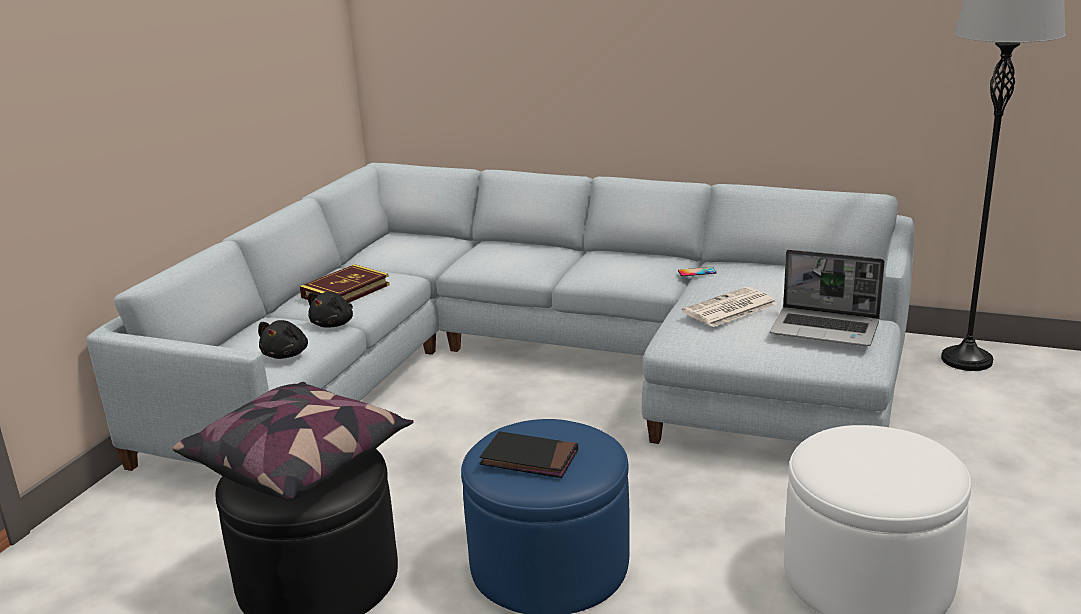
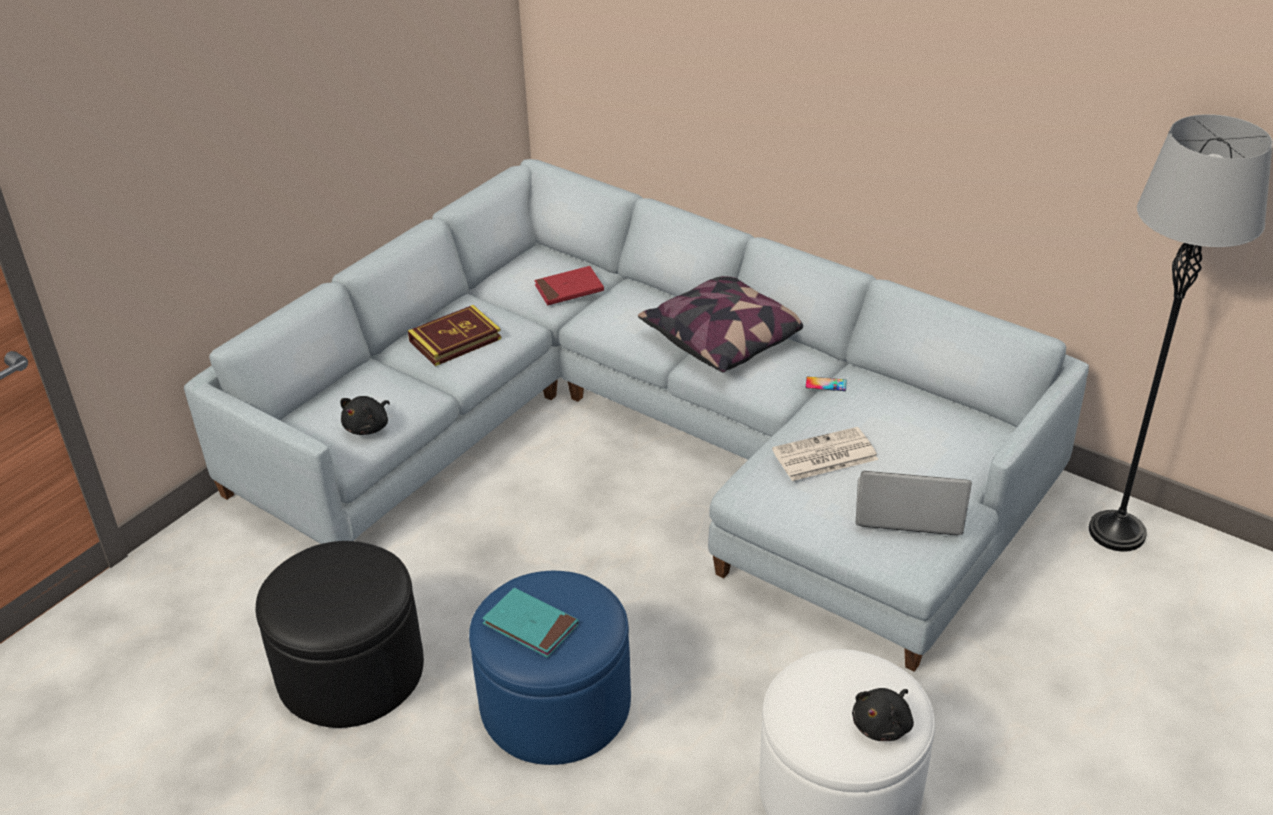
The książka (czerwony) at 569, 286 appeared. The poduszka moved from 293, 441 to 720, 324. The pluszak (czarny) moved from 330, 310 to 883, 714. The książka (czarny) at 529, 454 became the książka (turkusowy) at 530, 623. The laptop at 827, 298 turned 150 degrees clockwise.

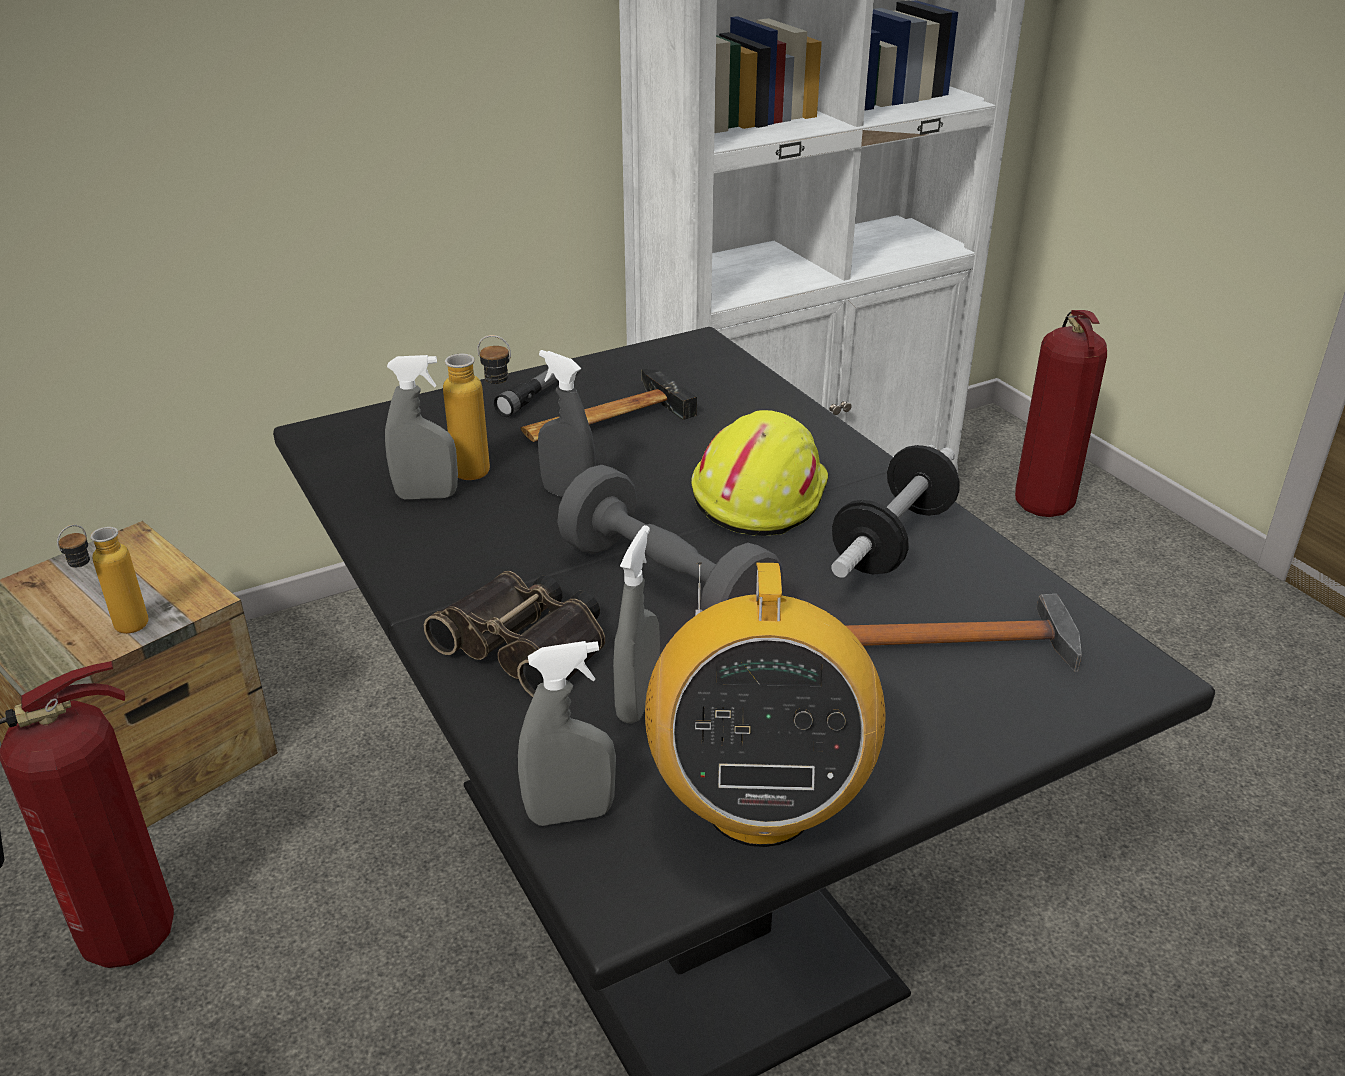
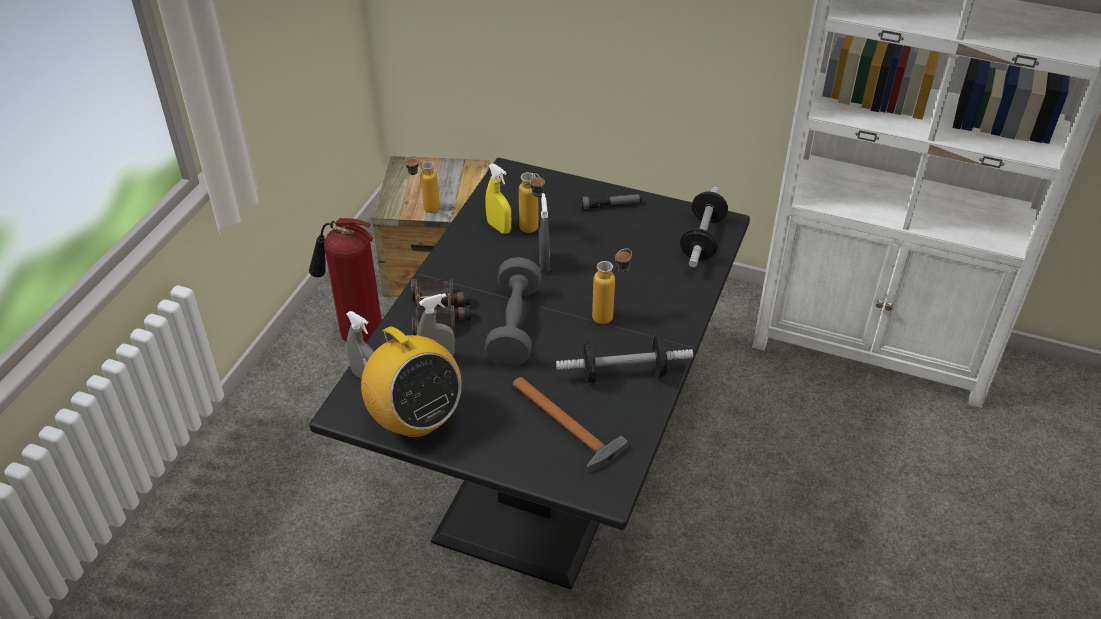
The młotek at 609, 405 disappeared. The gaśnica at 1061, 413 disappeared. The hantel at 704, 227 appeared. The kask (żółty) at 759, 473 was replaced by the butelka at 612, 286. The spryskiwacz (szary) at 421, 427 became the spryskiwacz (żółty) at 498, 198. The radio at 765, 705 turned 90 degrees counterclockwise.

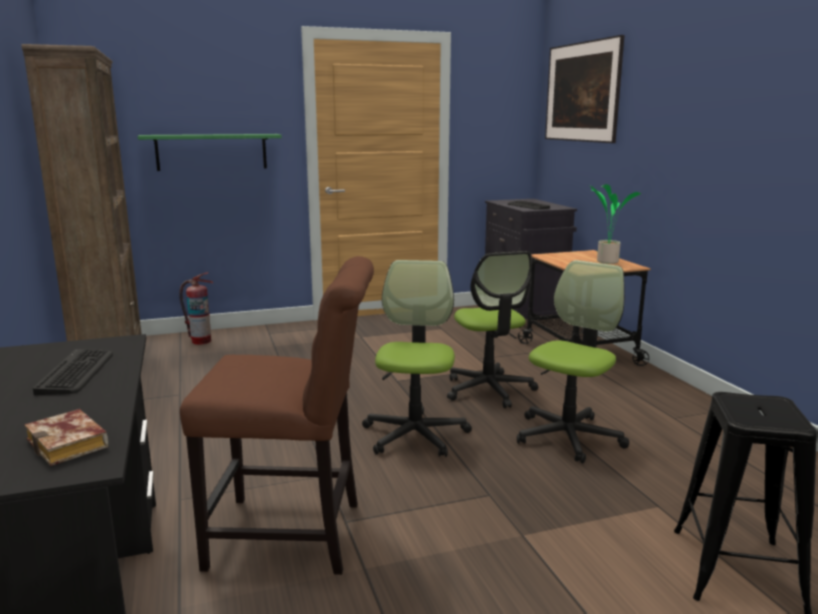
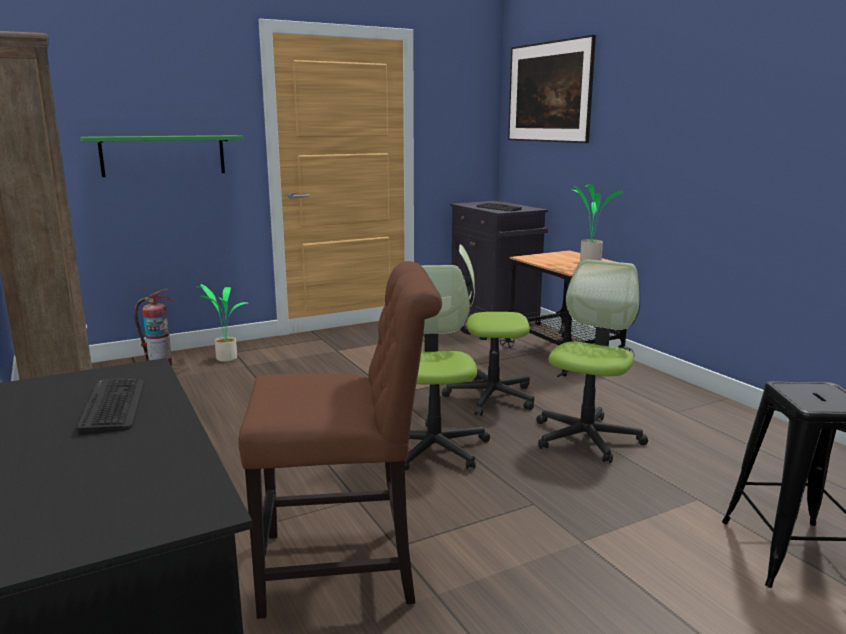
The książka at 66, 437 disappeared. The roślina doniczkowa at 221, 323 appeared. The krzesło biurowe at 492, 329 turned 120 degrees clockwise.

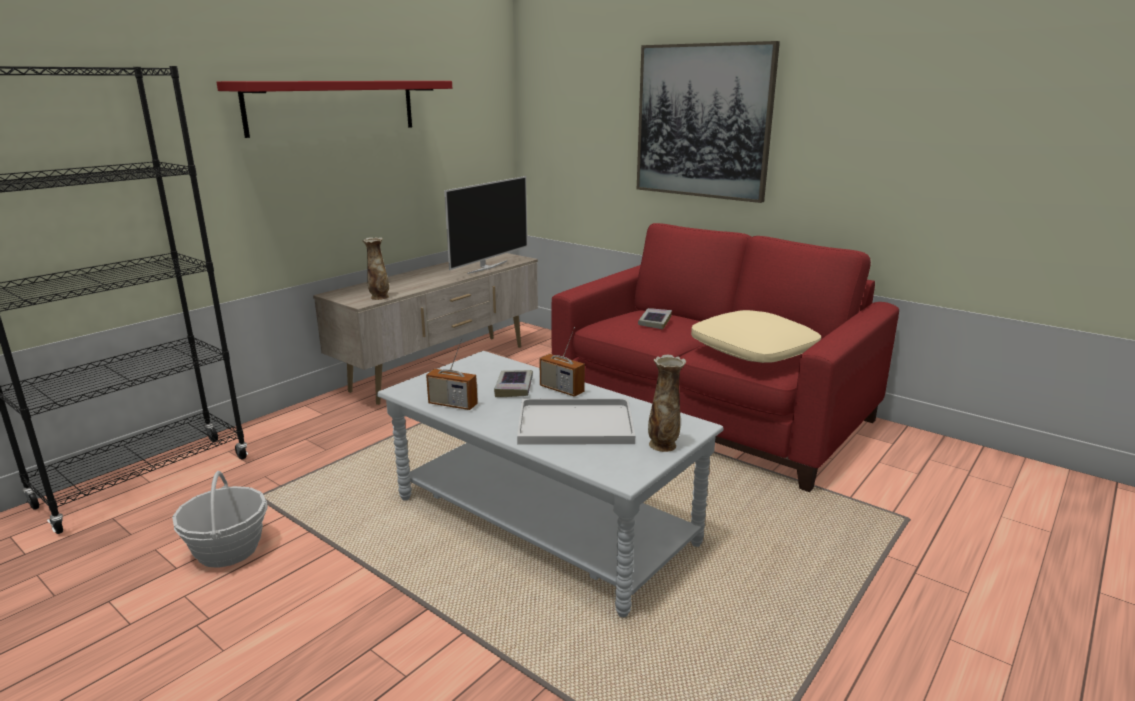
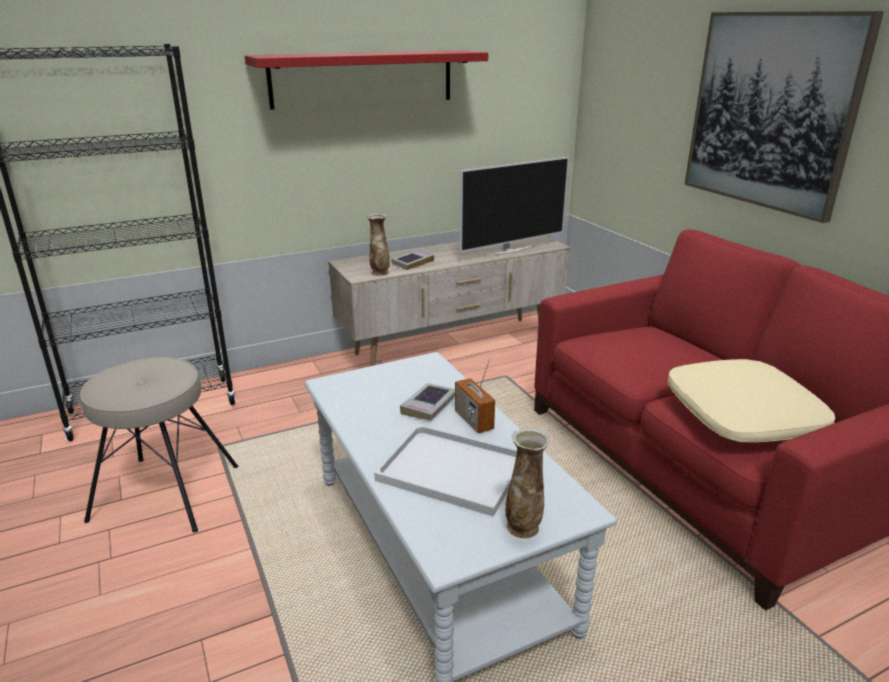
The radio at 452, 374 disappeared. The książka moved from 655, 318 to 412, 260. The koszyk at 220, 519 was replaced by the stołek (beżowy) at 159, 444.

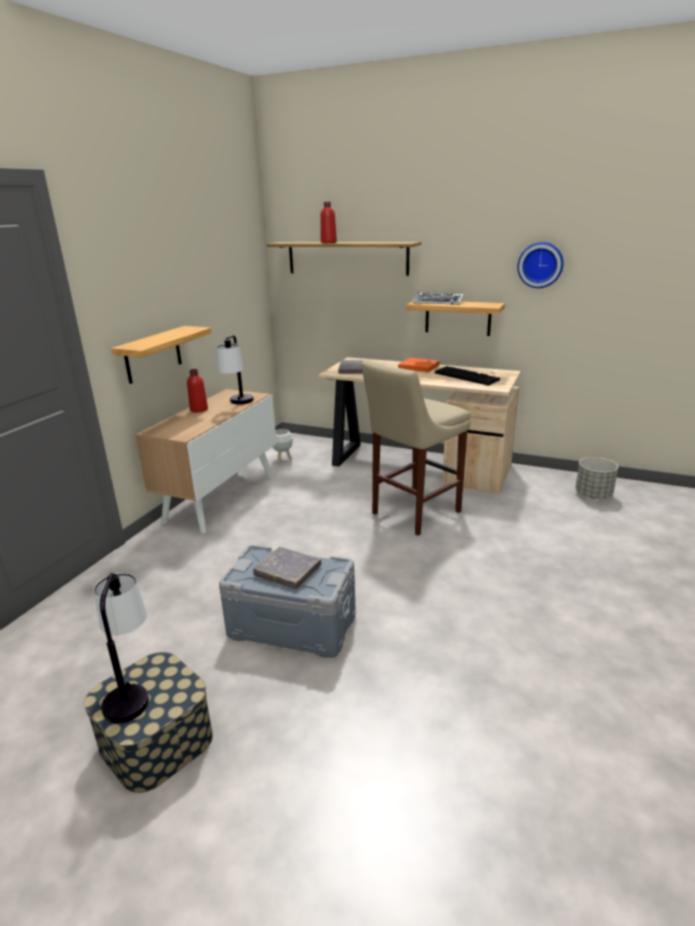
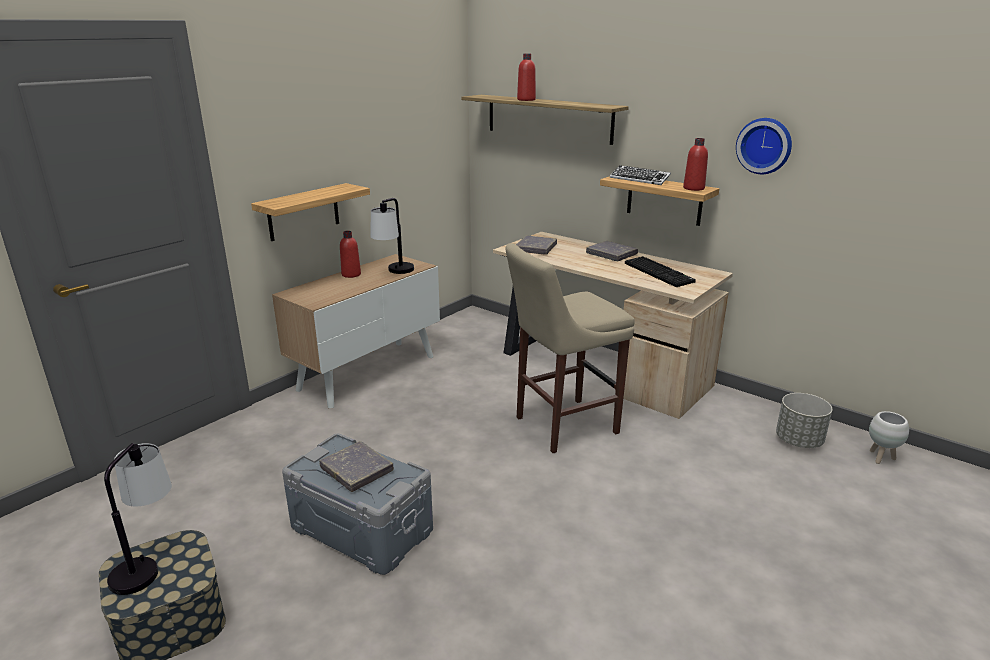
The butelka (czerwony) at 695, 164 appeared. The donica (biały) moved from 283, 446 to 889, 437. The książka (pomarańczowy) at 419, 365 became the książka (szary) at 612, 251.

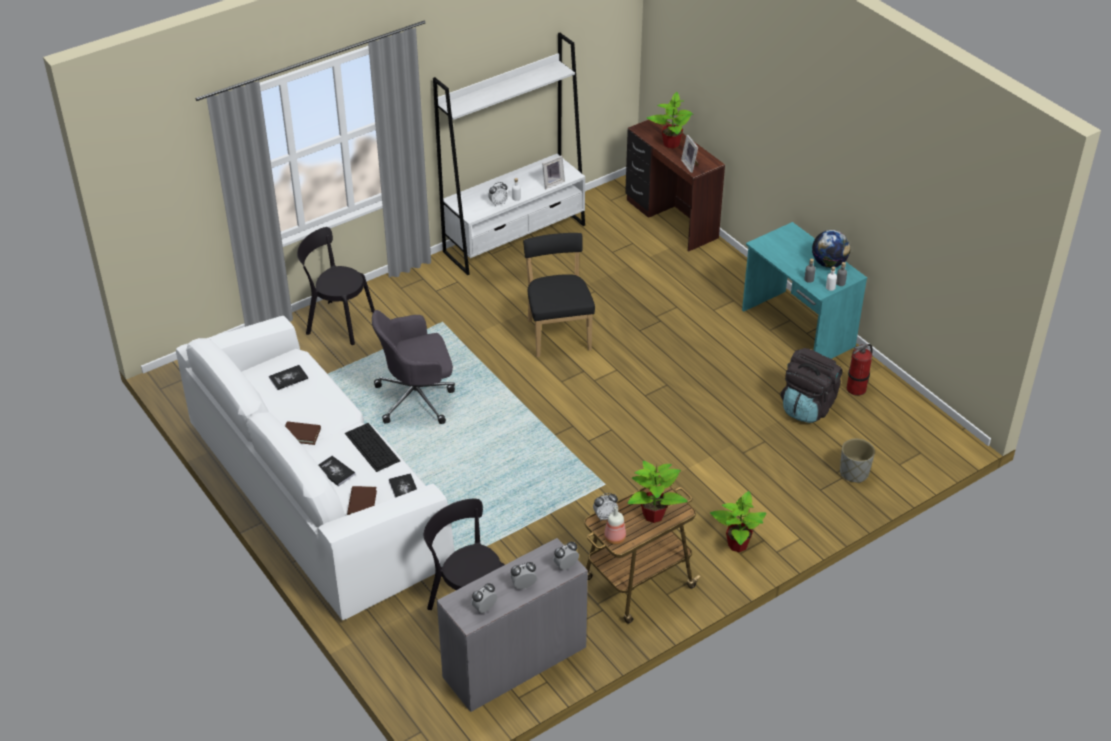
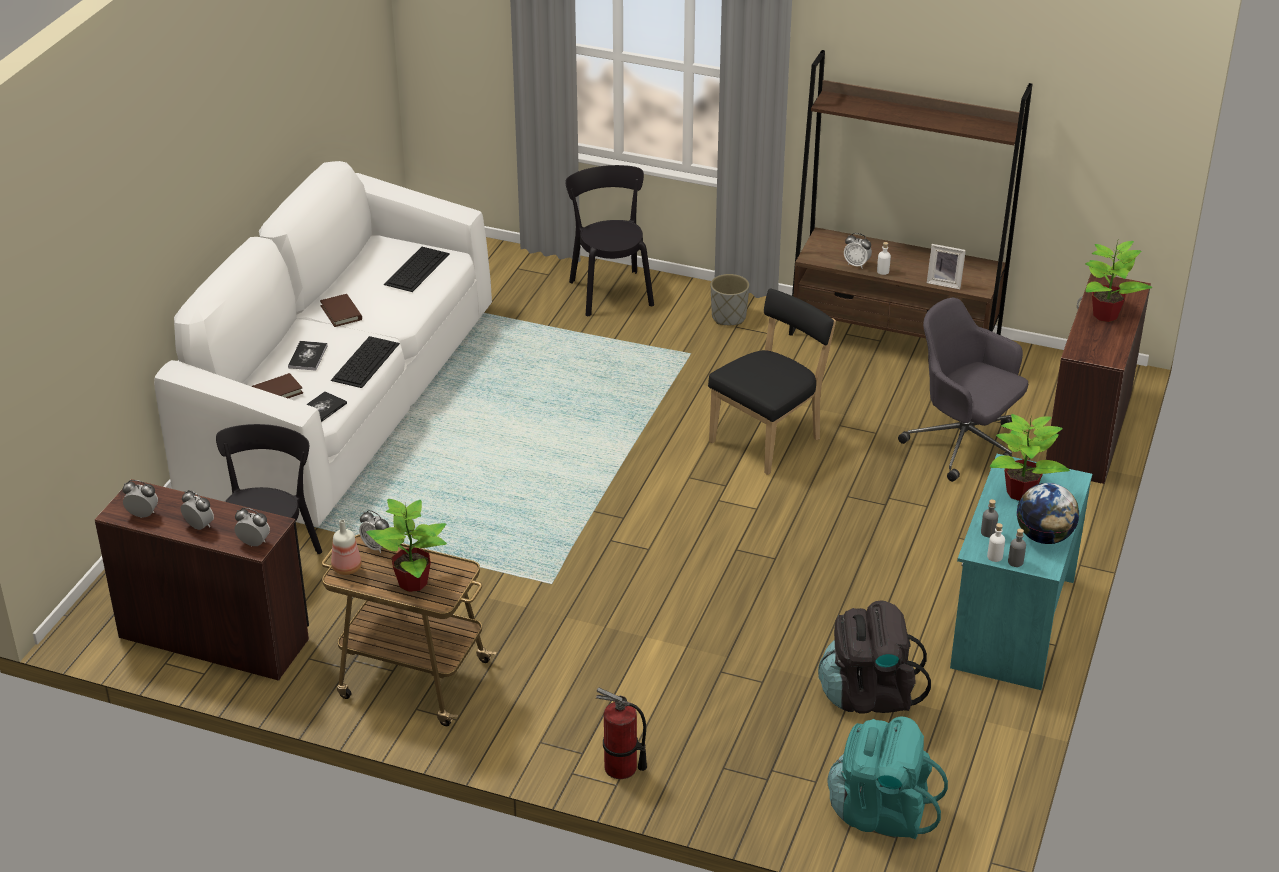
The ramka na zdjęcie at 689, 154 disappeared. The plecak (turkusowy) at 888, 778 appeared. The krzesło biurowe (szary) moved from 413, 367 to 963, 389. The roślina doniczkowa moved from 738, 521 to 1030, 457. The donica (szary) moved from 857, 461 to 730, 299. The gaśnica moved from 860, 370 to 621, 733. The książka at 288, 377 was replaced by the klawiatura at 417, 269. The regał (biały) at 509, 154 became the regał (brązowy) at 911, 194. The biurko (szary) at 512, 625 became the biurko (brązowy) at 201, 580.

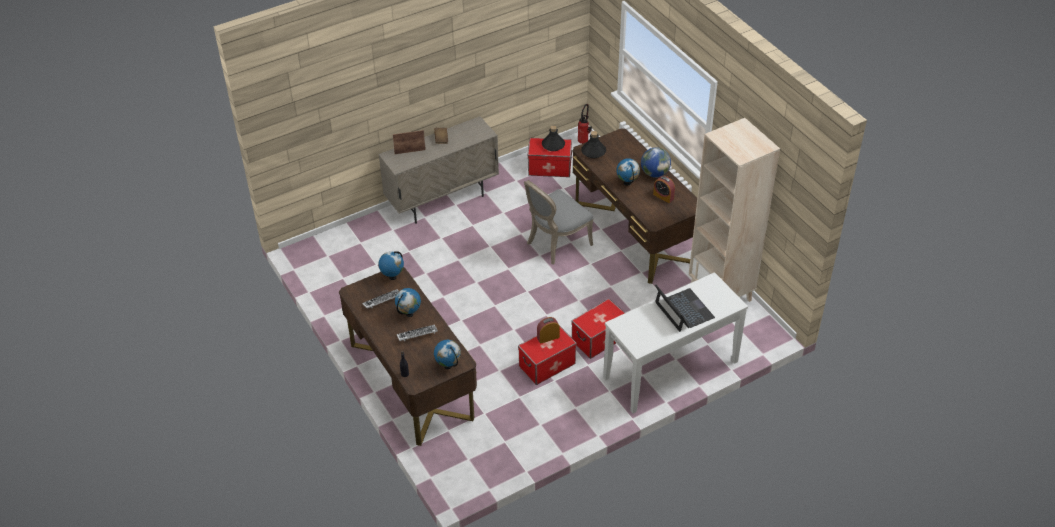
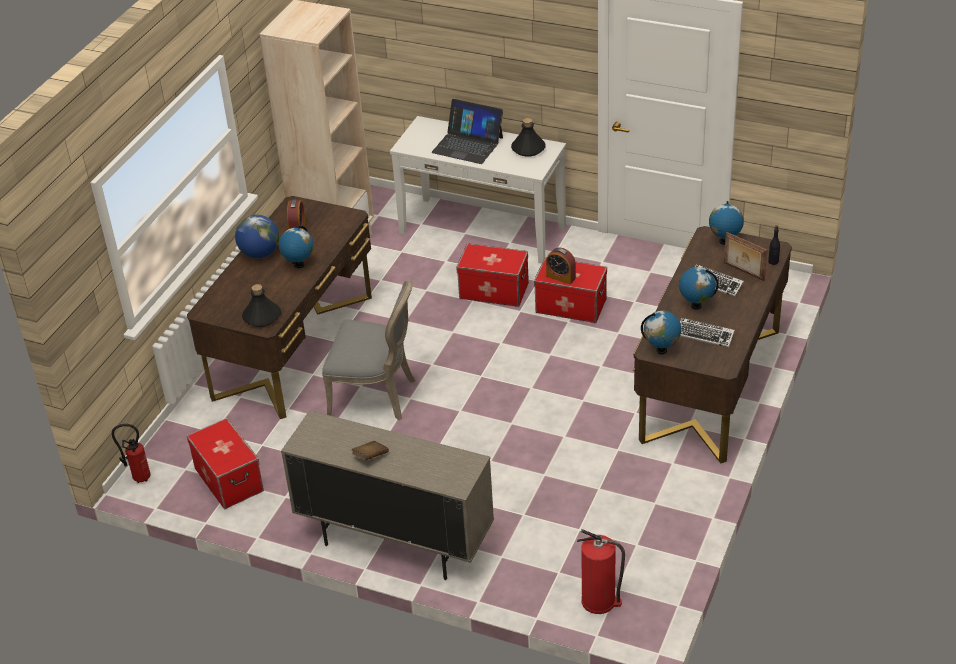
The gaśnica at 601, 571 appeared. The ramka na zdjęcie moved from 409, 142 to 745, 256. The butelka (czarny) moved from 553, 138 to 528, 137. The laptop at 685, 308 turned 90 degrees counterclockwise.

